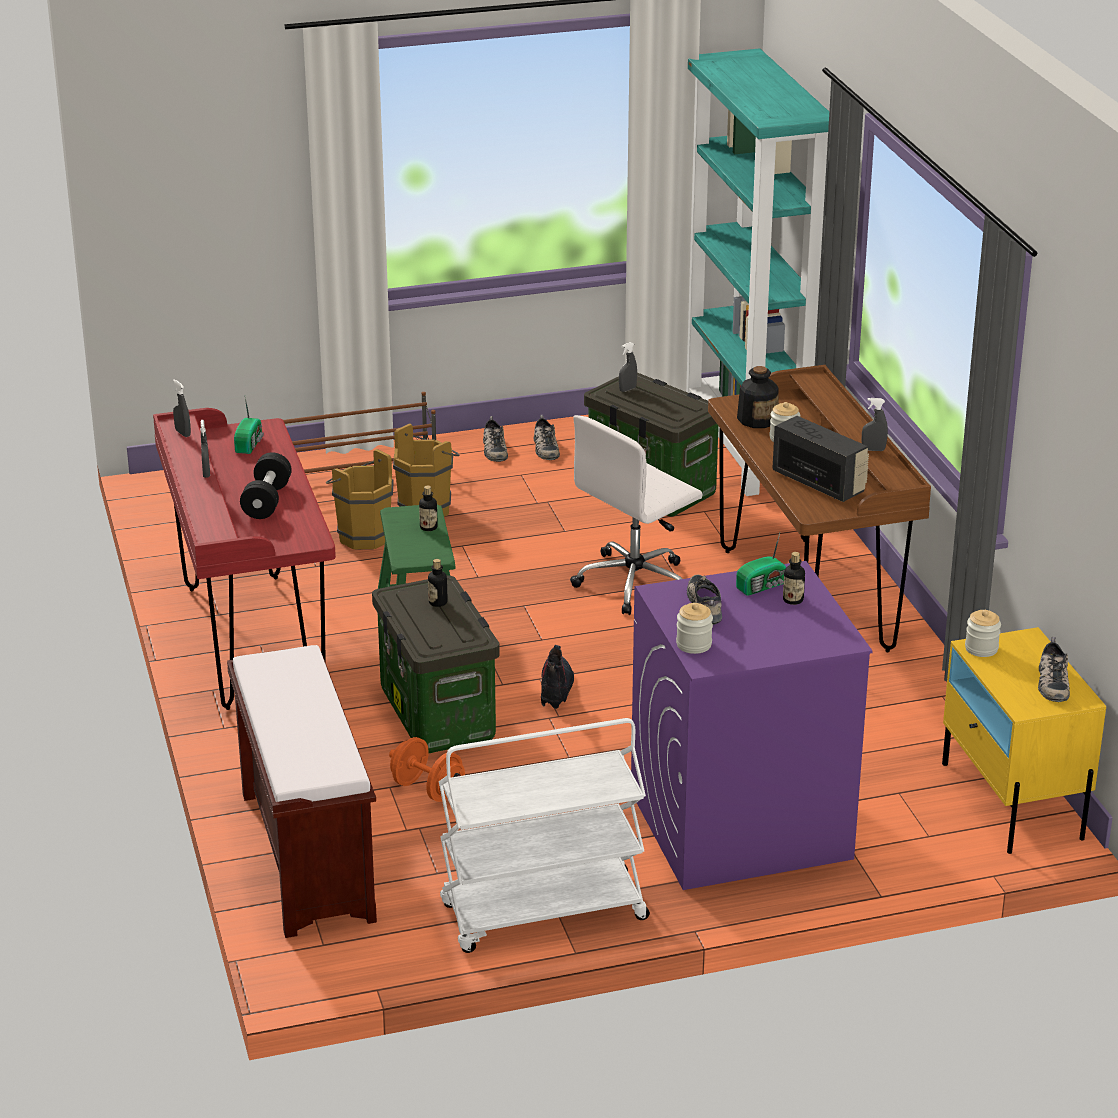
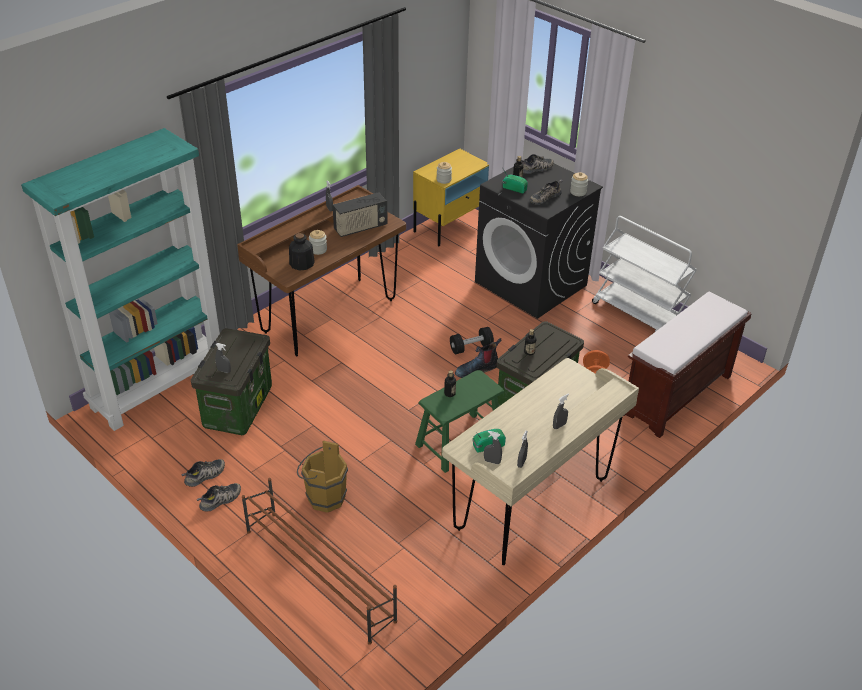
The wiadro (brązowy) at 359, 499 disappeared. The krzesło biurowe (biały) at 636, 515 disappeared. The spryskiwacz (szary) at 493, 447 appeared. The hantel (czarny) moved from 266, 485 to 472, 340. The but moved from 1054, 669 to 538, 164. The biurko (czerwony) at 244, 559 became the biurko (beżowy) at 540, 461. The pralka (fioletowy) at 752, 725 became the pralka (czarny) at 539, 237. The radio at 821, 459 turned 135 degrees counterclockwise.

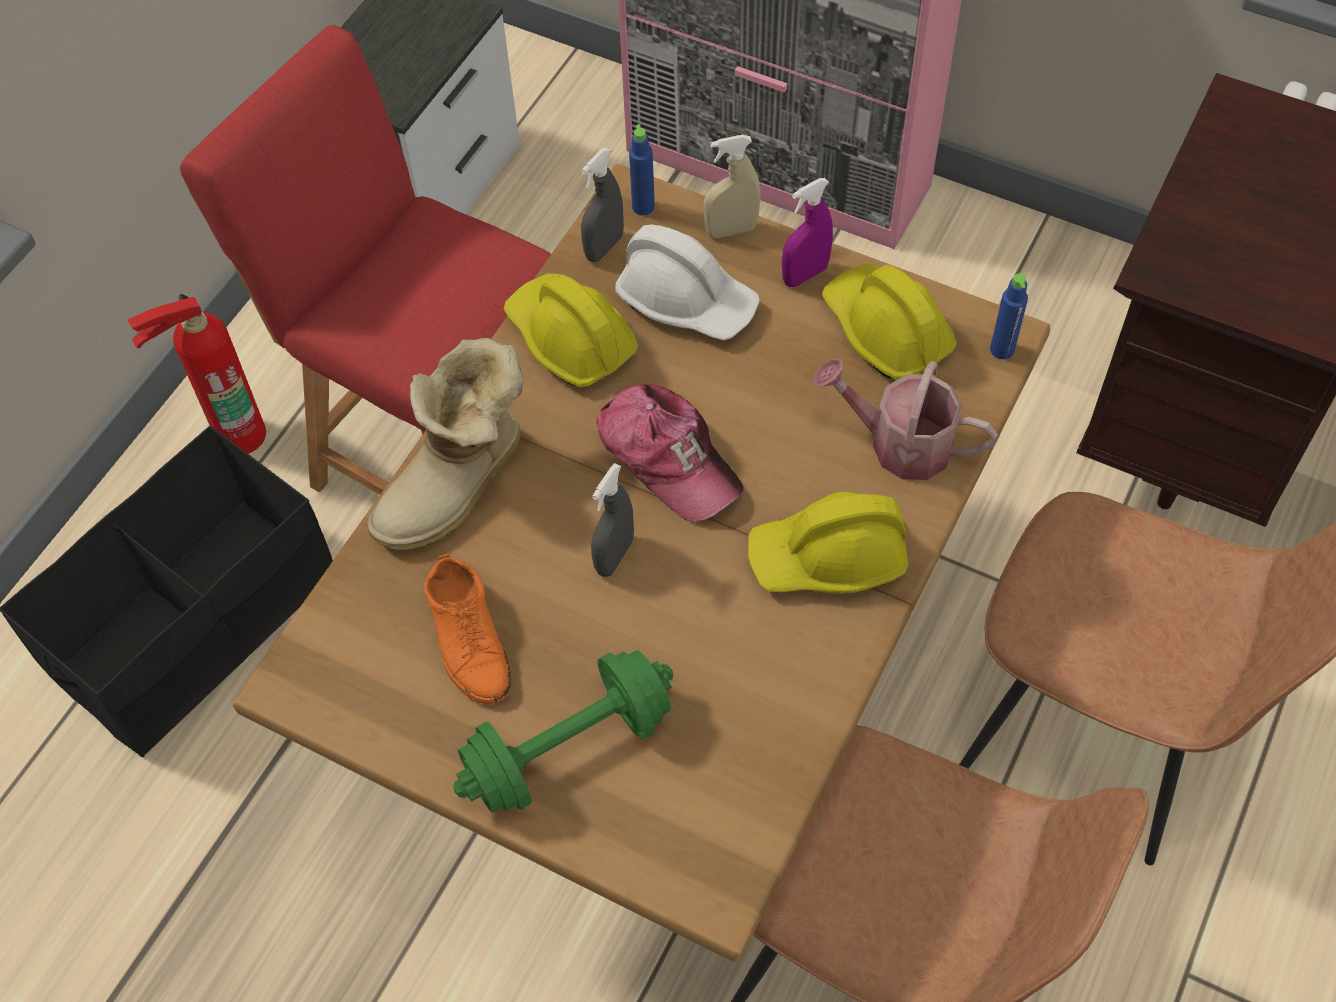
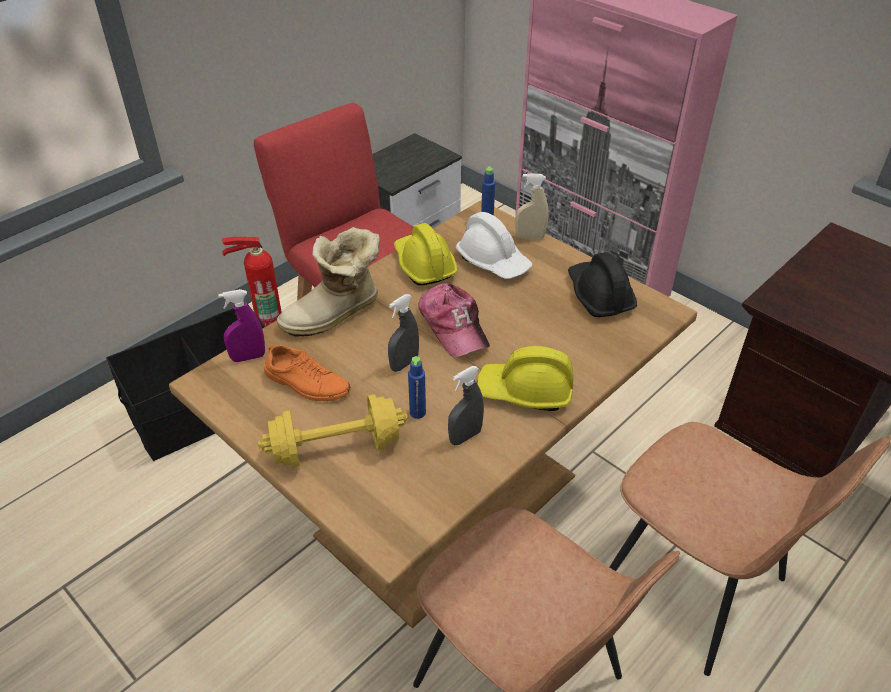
The konewka at 906, 419 disappeared. The spryskiwacz (szary) moved from 602, 205 to 466, 405. The spryskiwacz (fioletowy) moved from 807, 232 to 241, 325. The butelka (niebieski) moved from 1009, 316 to 417, 387. The hantel (zielony) at 563, 731 became the hantel (żółty) at 333, 431. The kask (żółty) at 889, 321 became the kask (czarny) at 602, 284. The but (pomarańczowy) at 467, 628 turned 60 degrees counterclockwise.

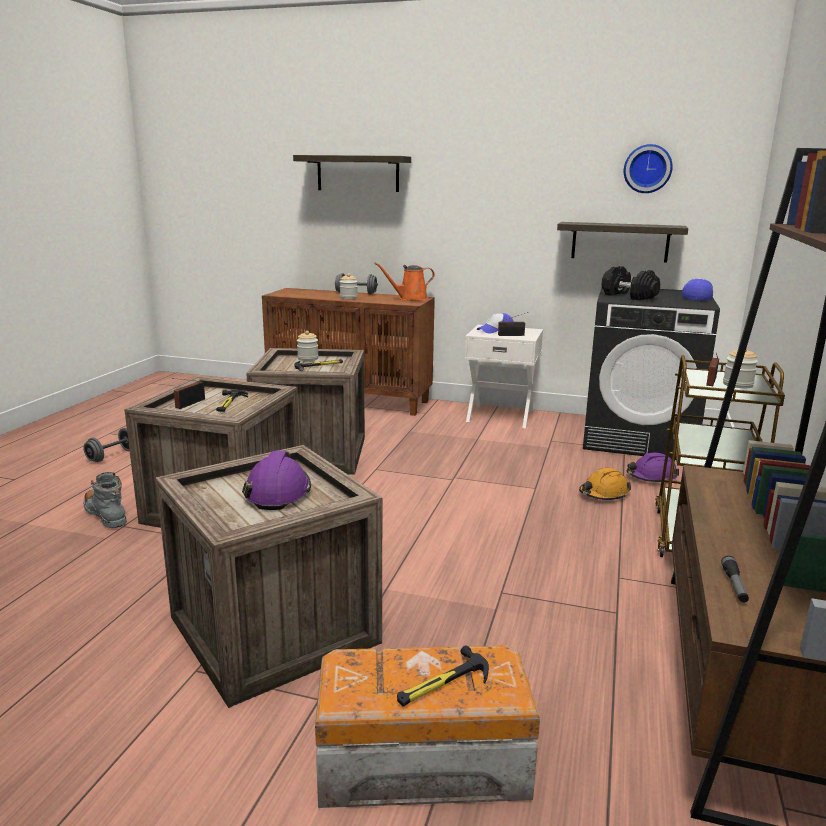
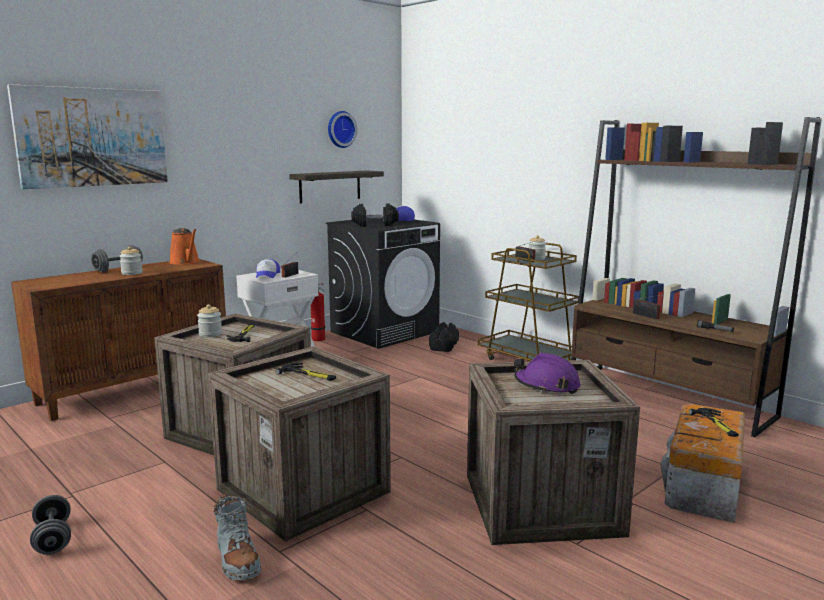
The kask (pomarańczowy) at 605, 484 disappeared. The gaśnica at 318, 312 appeared. The radio moved from 188, 393 to 646, 307. The półka at 352, 173 was replaced by the obraz at 87, 136. The kask (fioletowy) at 653, 468 was replaced by the hantel (czarny) at 444, 337. The but z cholewką (szary) at 105, 500 turned 105 degrees counterclockwise. The konewka (pomarańczowy) at 405, 282 turned 45 degrees counterclockwise.

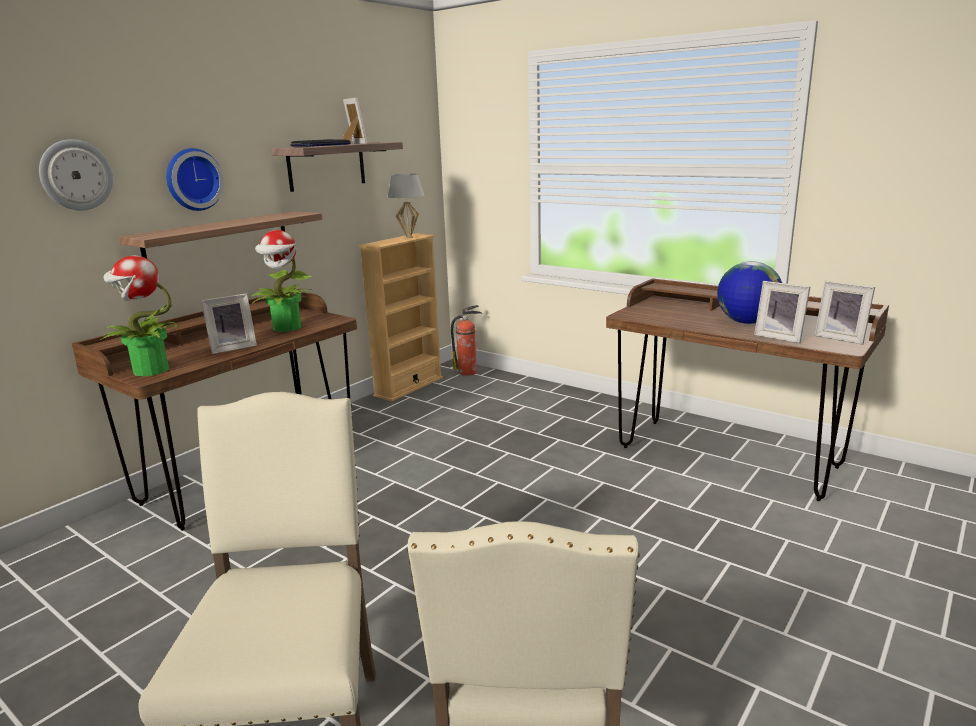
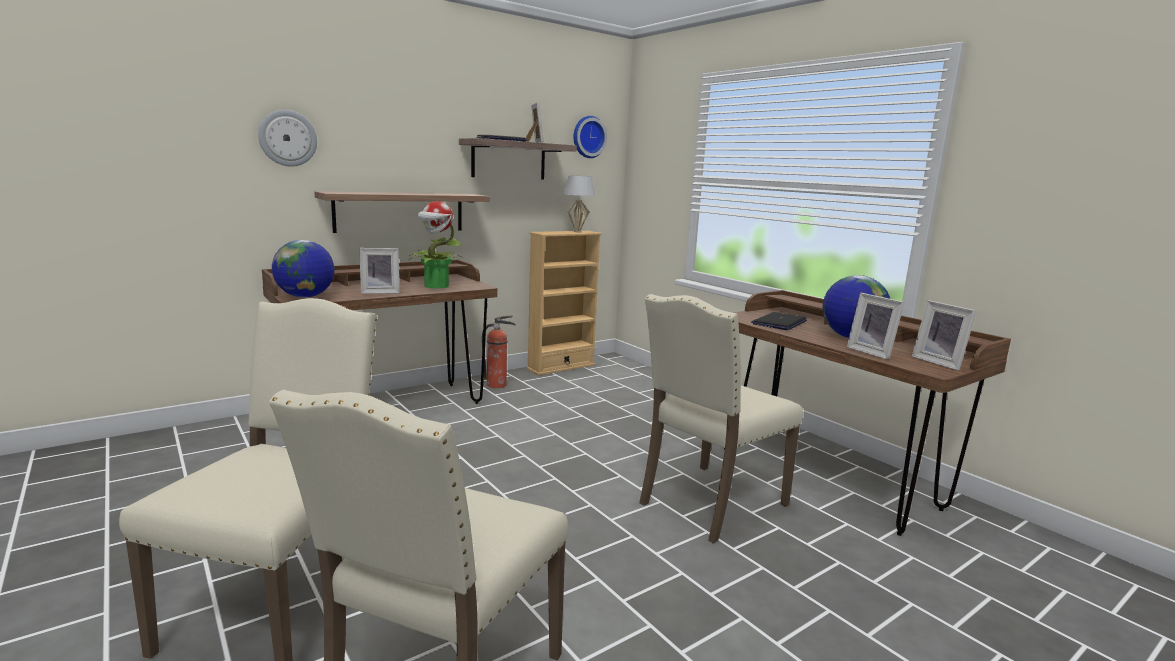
The krzesło (beżowy) at 721, 419 appeared. The laptop at 779, 321 appeared. The zegar ścienny moved from 195, 179 to 590, 137. The gaśnica moved from 466, 340 to 499, 352. The roślina doniczkowa at 140, 316 was replaced by the globus at 303, 269.

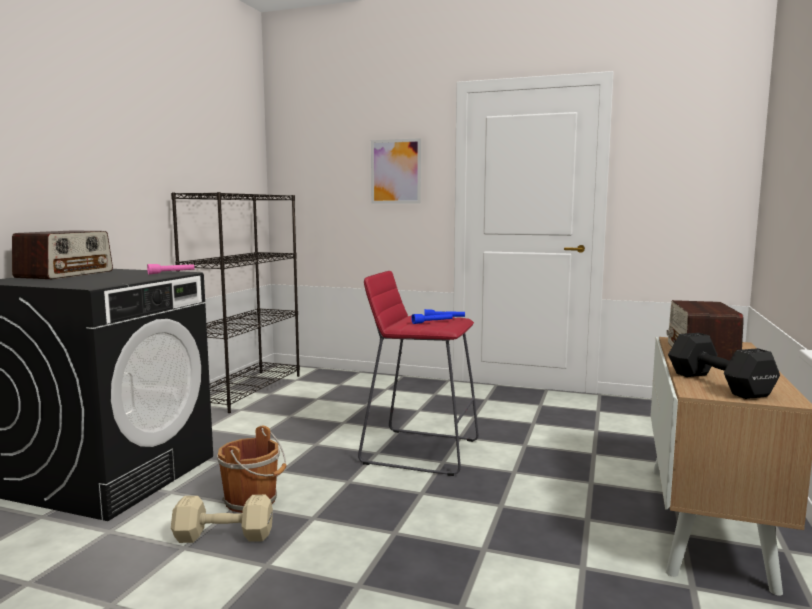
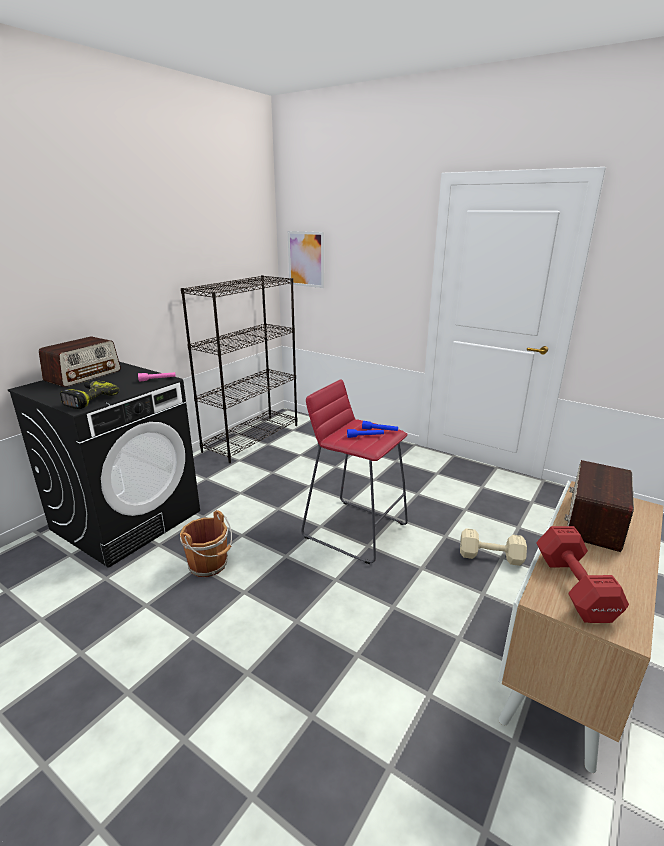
The wiertarka at 89, 394 appeared. The hantel (beżowy) moved from 222, 519 to 493, 547. The obraz moved from 396, 171 to 306, 259. The hantel (czarny) at 724, 366 became the hantel (czerwony) at 582, 574.

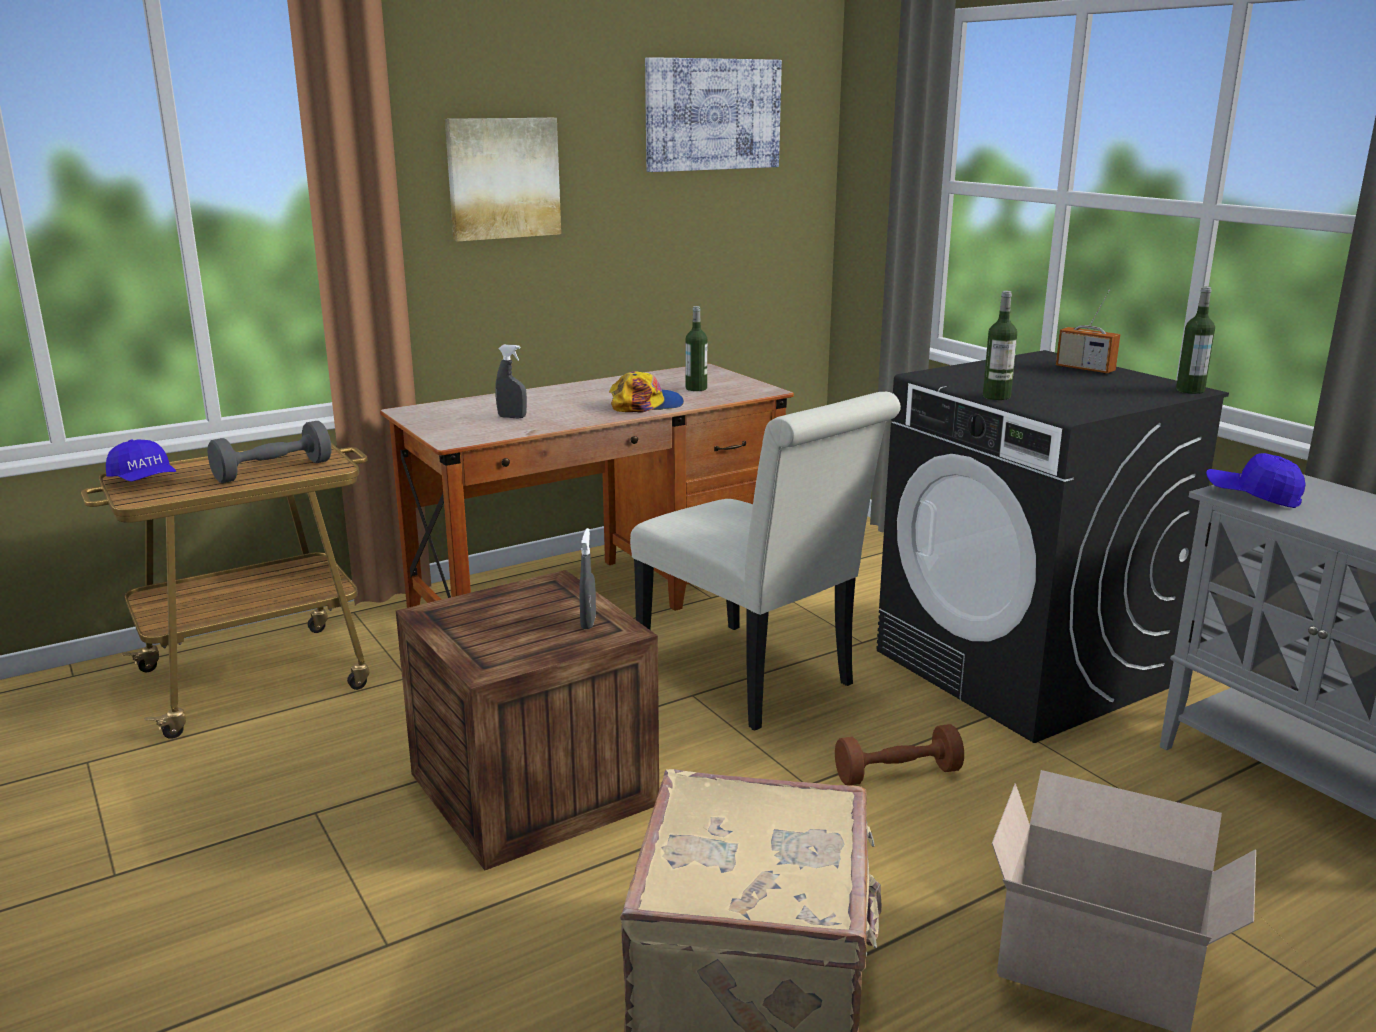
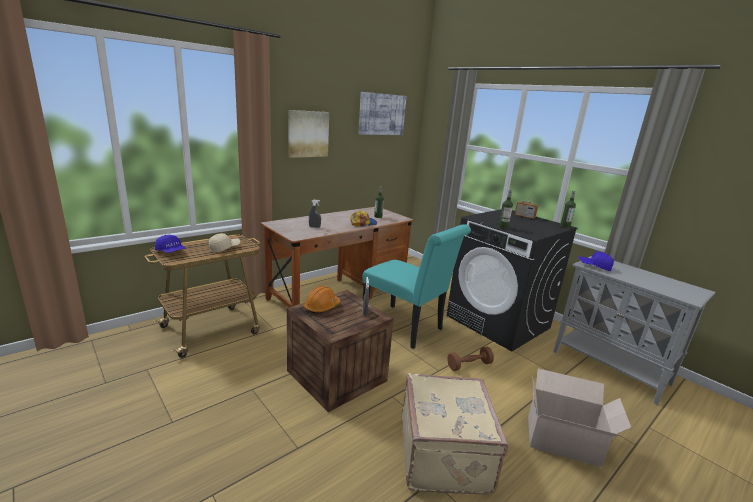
The kask (pomarańczowy) at 322, 300 appeared. The hantel (szary) at 269, 452 was replaced by the czapka z daszkiem (beżowy) at 224, 243. The krzesło (biały) at 765, 561 became the krzesło (turkusowy) at 416, 286.

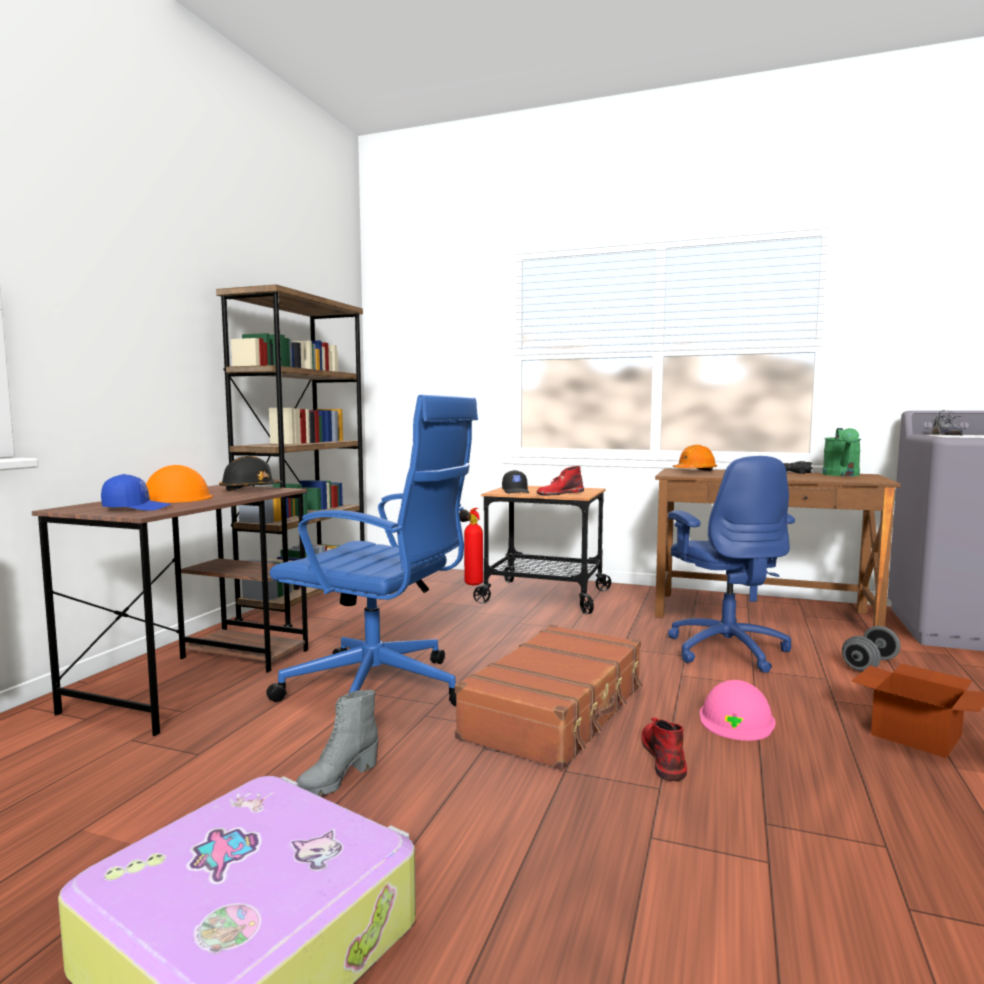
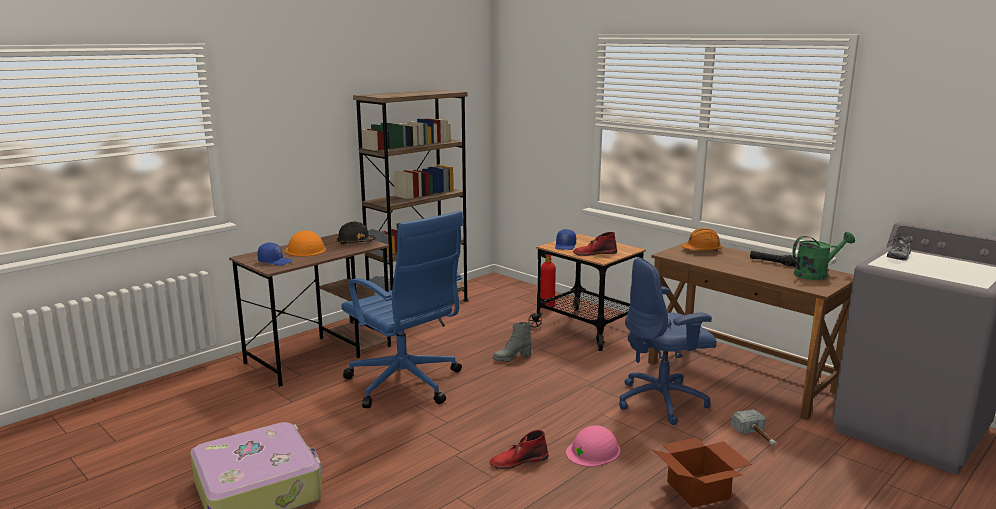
The walizka (brązowy) at 549, 697 disappeared. The but z cholewką (szary) moved from 337, 743 to 512, 342. The hantel (szary) at 871, 649 was replaced by the młotek at 754, 427. The czapka z daszkiem (czarny) at 515, 482 became the czapka z daszkiem (niebieski) at 565, 239. The but z cholewką (czerwony) at 664, 749 turned 135 degrees counterclockwise. The krzesło biurowe (niebieski) at 731, 564 turned 60 degrees clockwise. The konewka (zielony) at 841, 452 turned 150 degrees counterclockwise.

